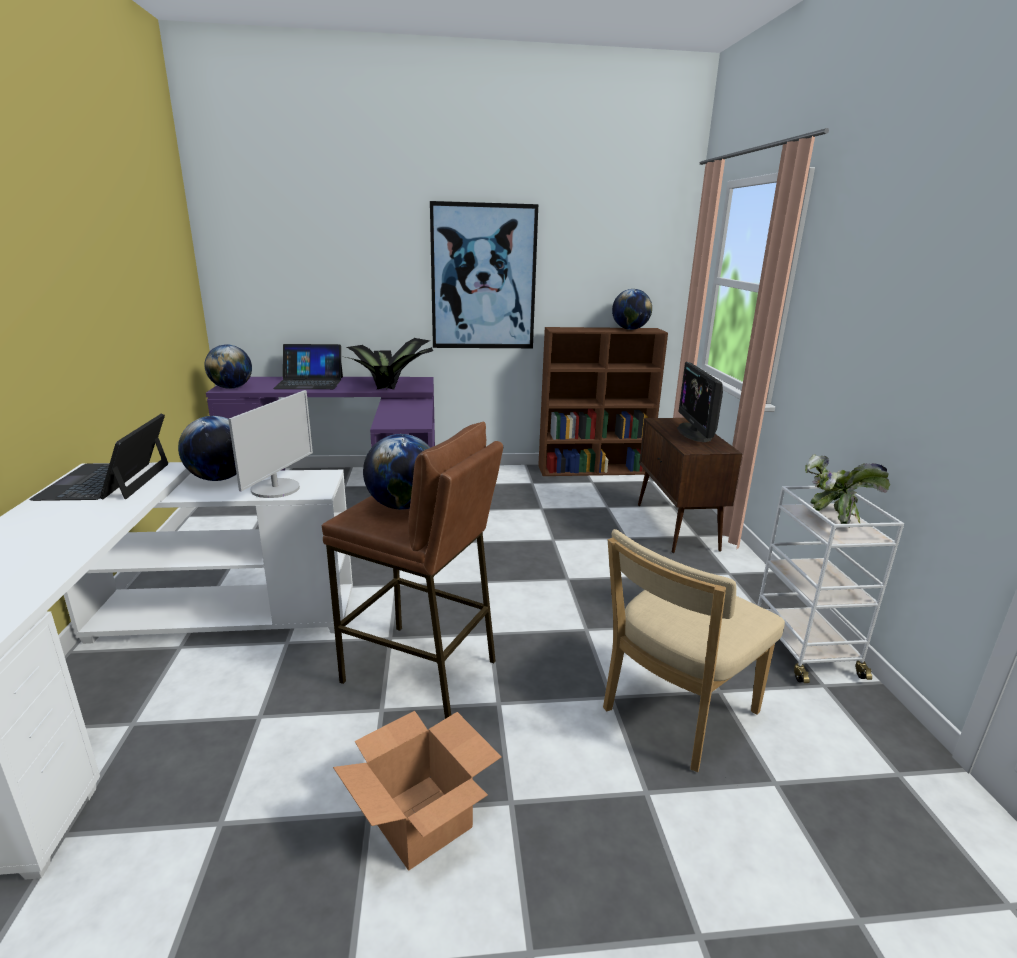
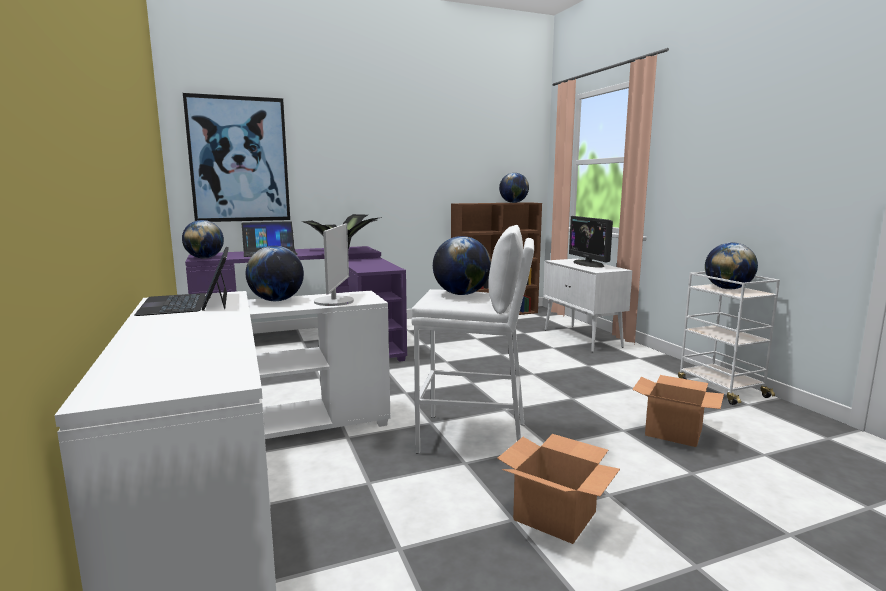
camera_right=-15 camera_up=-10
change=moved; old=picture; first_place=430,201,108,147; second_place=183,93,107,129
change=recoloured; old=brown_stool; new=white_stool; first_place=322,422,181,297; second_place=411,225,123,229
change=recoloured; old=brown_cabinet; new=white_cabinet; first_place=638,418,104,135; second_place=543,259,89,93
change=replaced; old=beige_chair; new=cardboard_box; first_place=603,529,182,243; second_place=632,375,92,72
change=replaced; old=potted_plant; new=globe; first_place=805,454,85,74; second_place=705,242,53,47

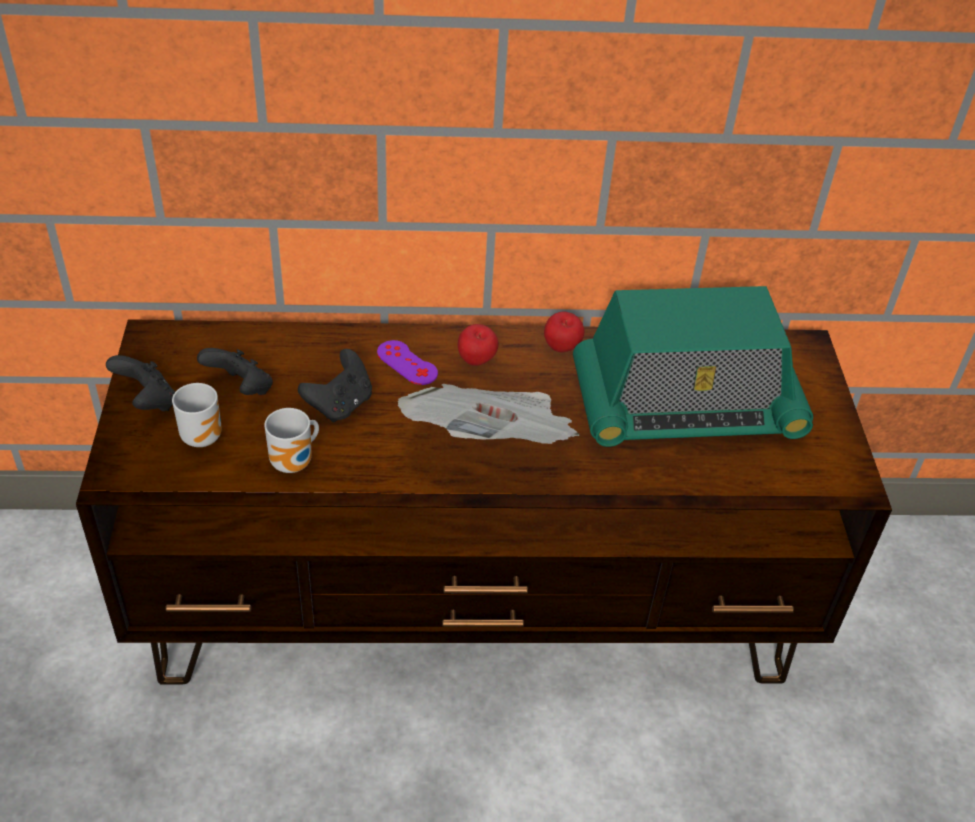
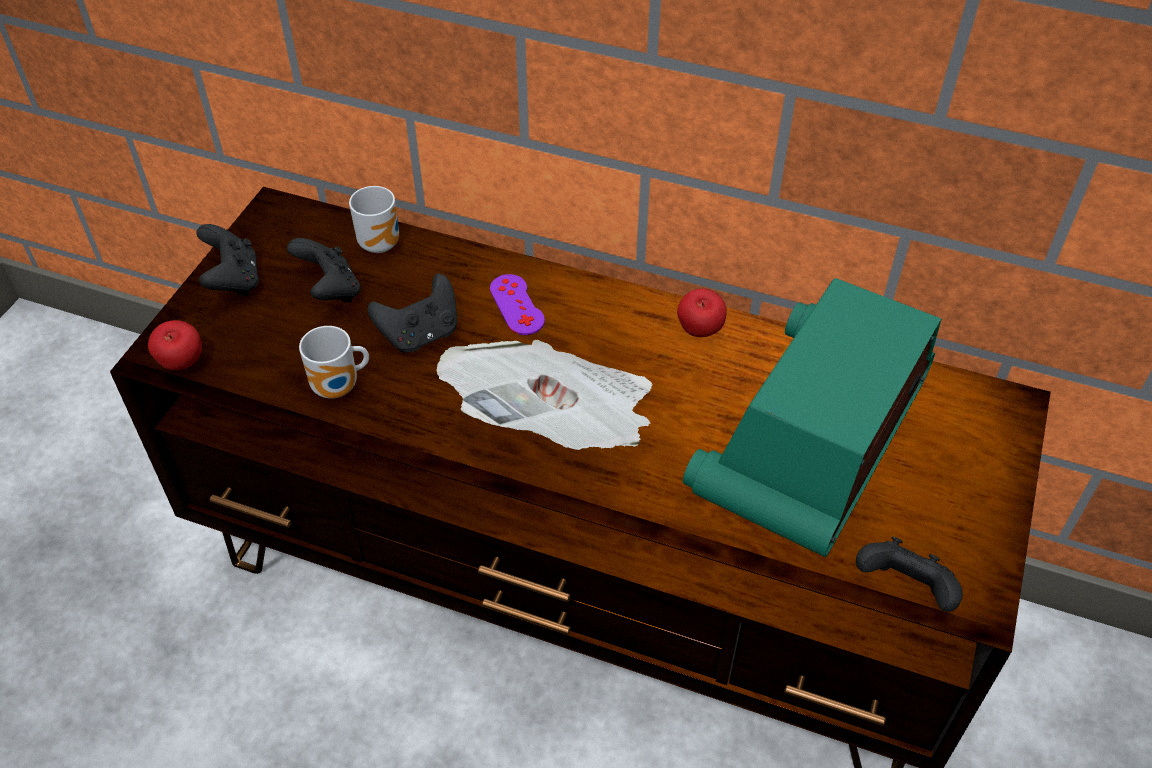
camera_right=25 camera_up=5
change=moved; old=apple; first_place=458,324,40,42; second_place=148,320,54,50
change=moved; old=mug; first_place=172,383,50,64; second_place=349,186,50,67
change=turned; old=radio; first_place=573,286,240,161; second_place=683,278,259,279; degrees=105
change=added; new=black_game_controller; second_place=856,537,107,75

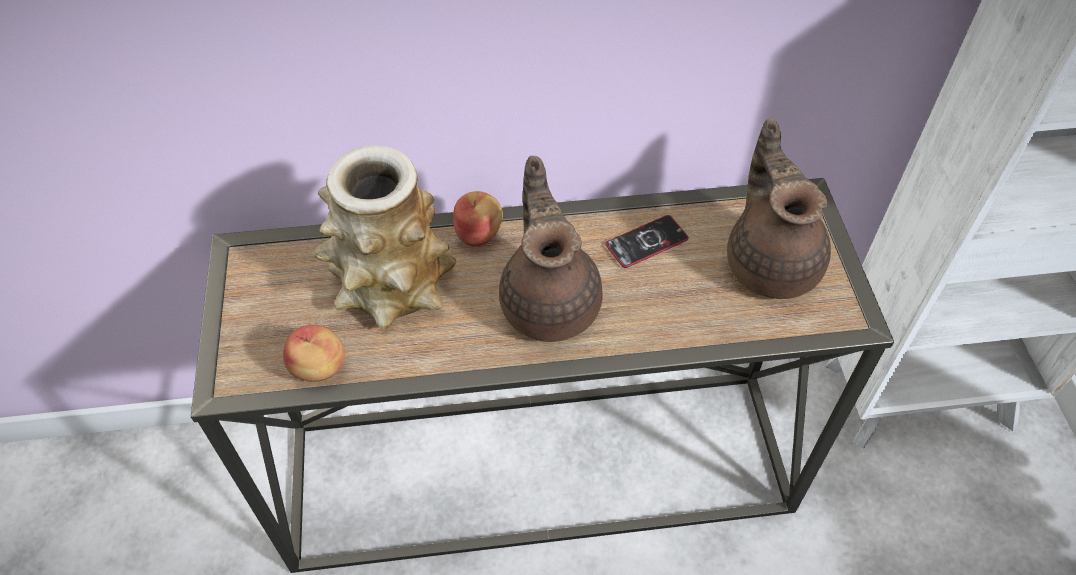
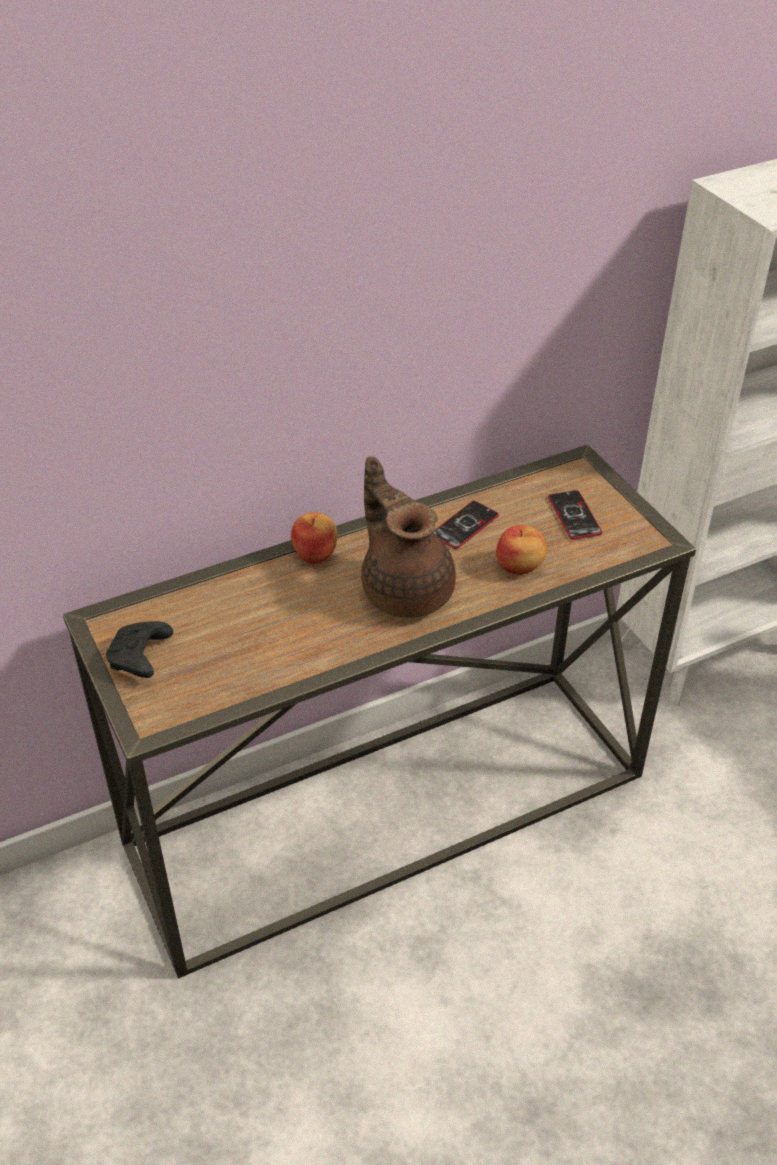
camera_right=-20 camera_up=-10
change=added; new=black_game_controller; second_place=106,621,67,57
change=moved; old=apple; first_place=283,325,62,57; second_place=496,525,51,50
change=replaced; old=brown_teapot; new=phone; first_place=727,119,104,180; second_place=548,490,54,50
change=removed; old=vase; first_place=314,145,142,184

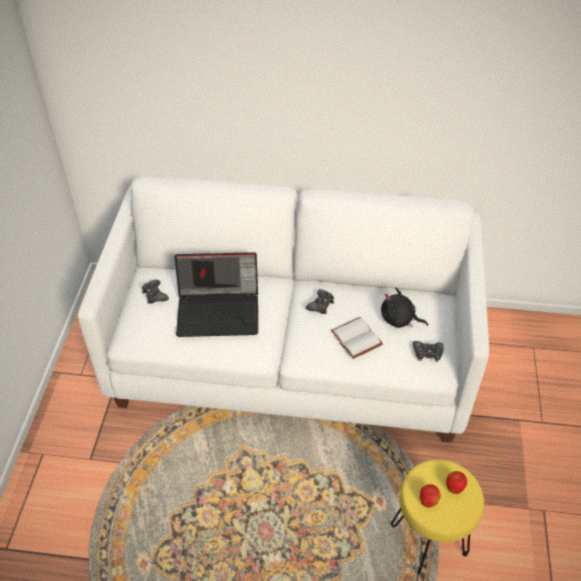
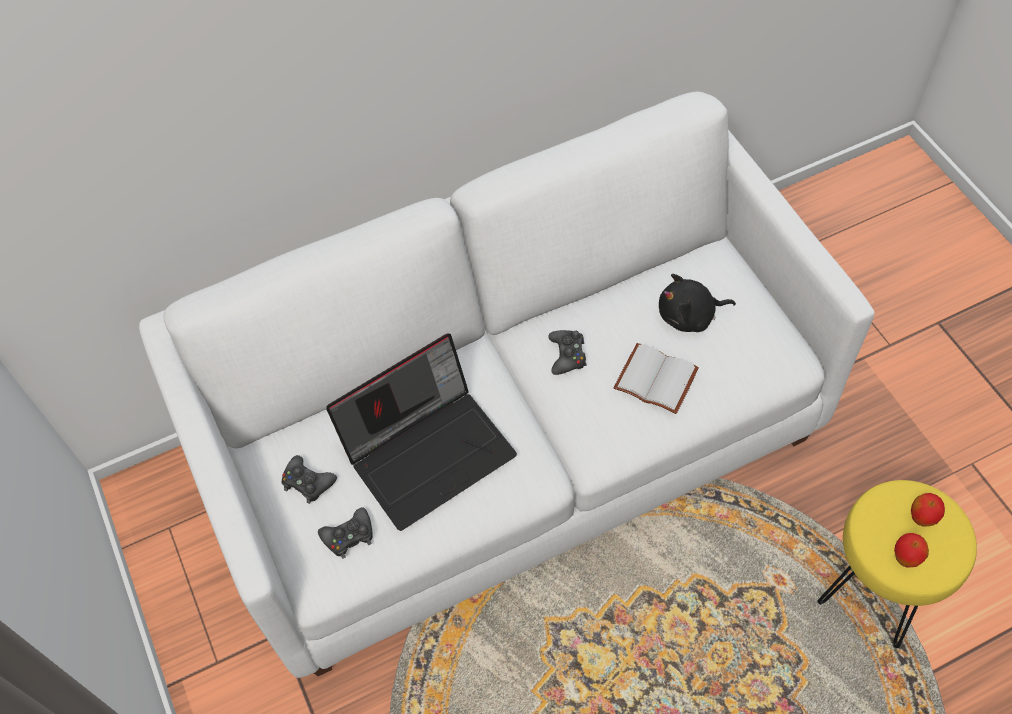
camera_right=-30 camera_up=10
change=moved; old=black_game_controller; first_place=413,341,31,21; second_place=318,507,55,52

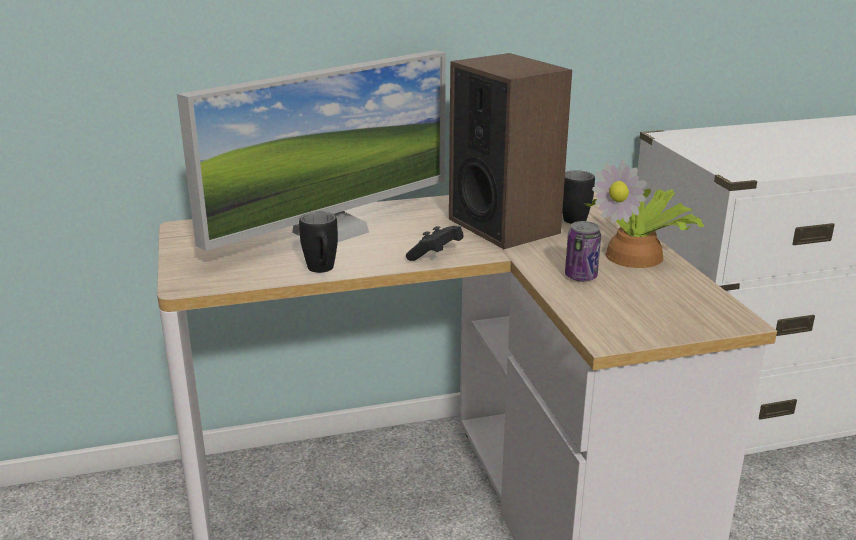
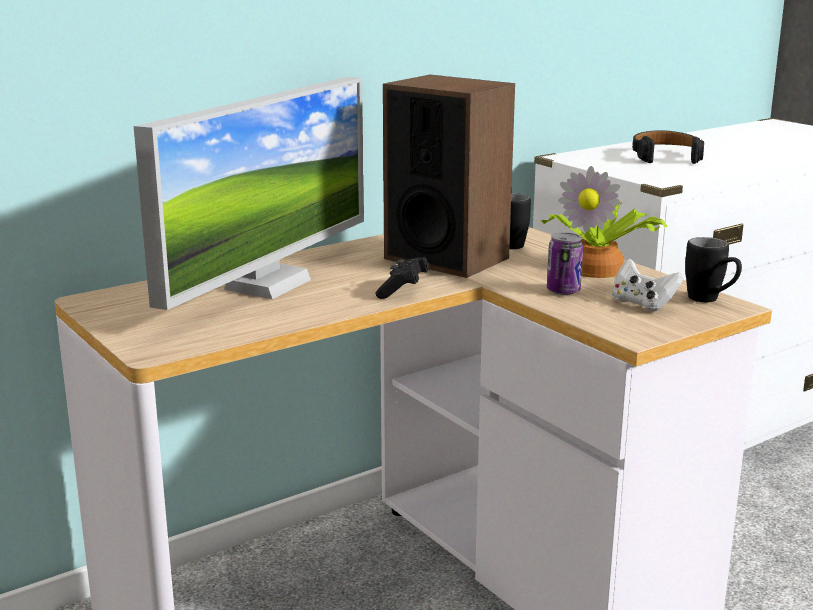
camera_right=-20 camera_up=-5
change=added; new=white_game_controller; second_place=612,259,71,53
change=added; new=black_headphones; second_place=632,130,72,34
change=moved; old=black_mug; first_place=299,212,39,61; second_place=685,237,57,65

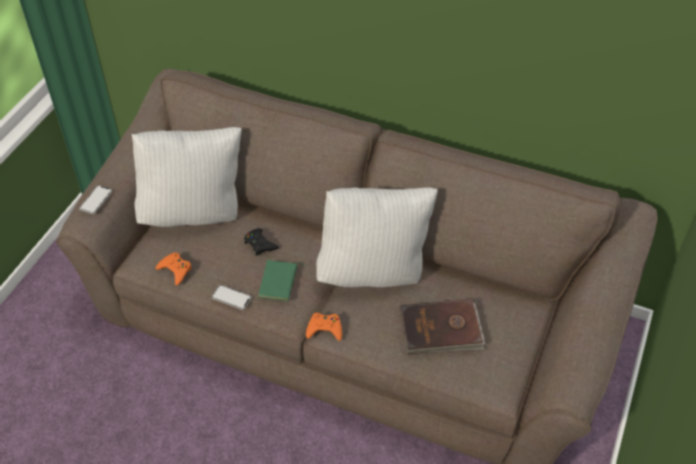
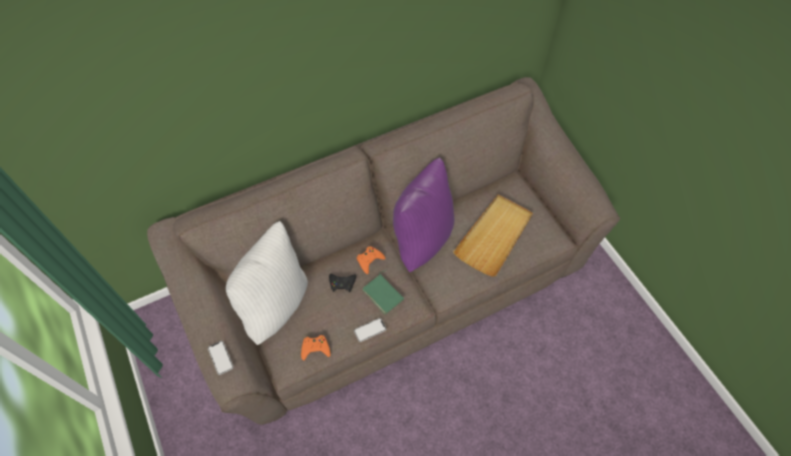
camera_right=-50 camera_up=10
change=moved; old=orange_game_controller; first_place=306,313,36,28; second_place=357,246,28,28
change=recoloured; old=white_pillow; new=purple_pillow; first_place=316,187,122,100; second_place=393,157,61,115
change=replaced; old=brown_book; new=beige_tray; first_place=400,299,85,55; second_place=453,195,80,82

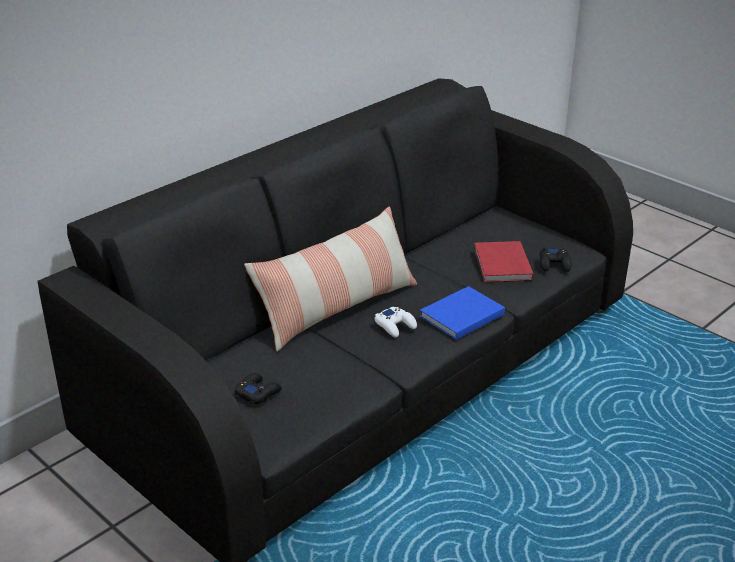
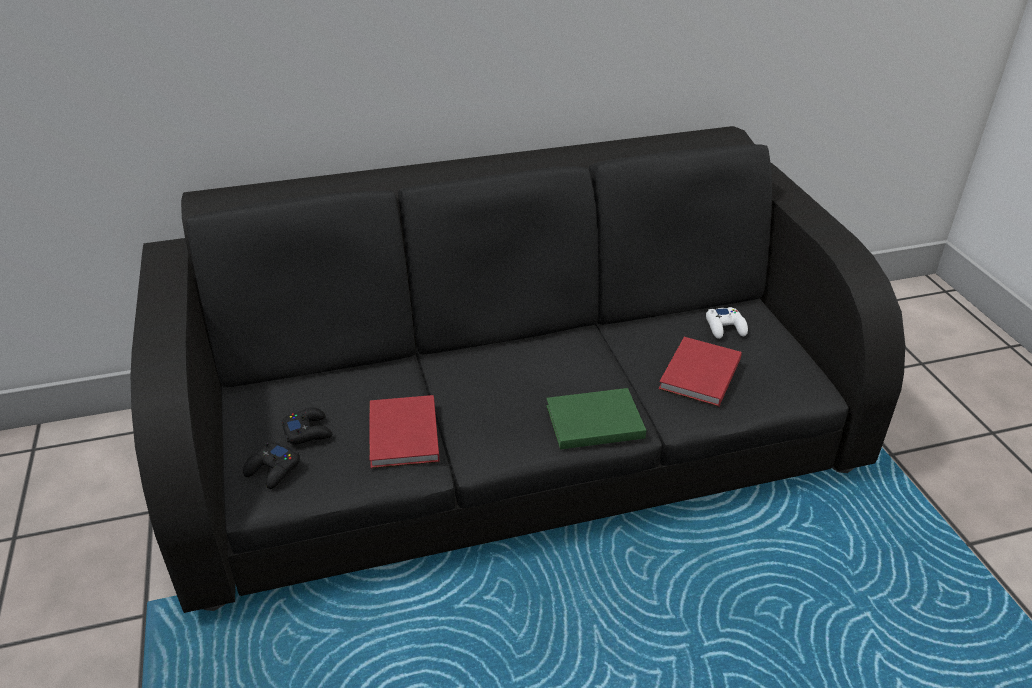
camera_right=30 camera_up=5
change=moved; old=black_game_controller; first_place=540,247,32,25; second_place=243,442,57,47
change=added; new=red_book; second_place=369,395,71,73
change=recoloured; old=blue_book; new=green_book; first_place=420,286,85,54; second_place=546,388,100,61
change=moved; old=white_game_controller; first_place=375,307,42,30; second_place=706,307,42,32
change=removed; old=pillow; first_place=244,206,173,145

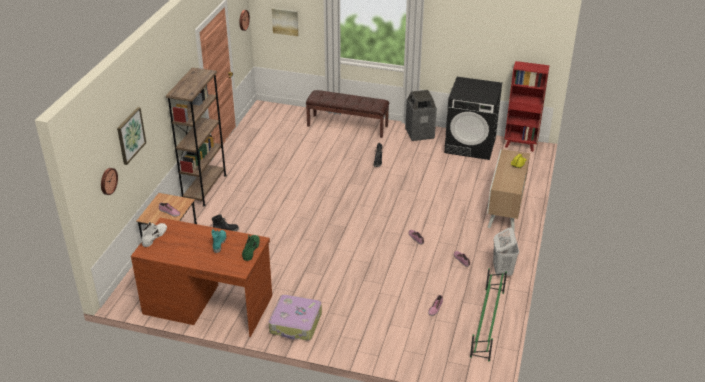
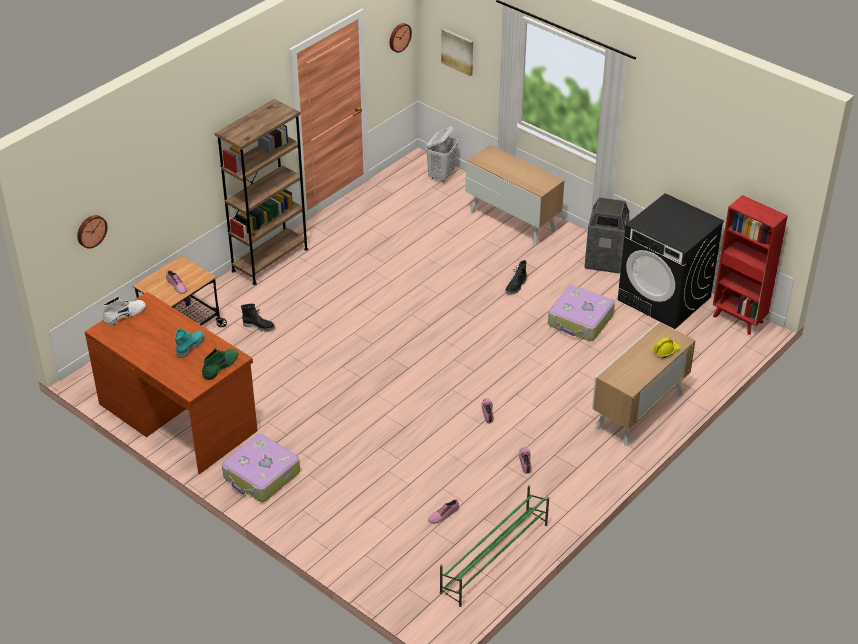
camera_right=25 camera_up=5
change=moved; old=white_laundry_basket; first_place=493,228,26,48; second_place=426,126,32,56
change=replaced; old=brown_bench; new=cabinet; first_place=306,90,83,48; second_place=465,145,99,100
change=added; new=suitcase; second_place=548,285,67,56
change=removed; old=picture; first_place=117,107,29,58

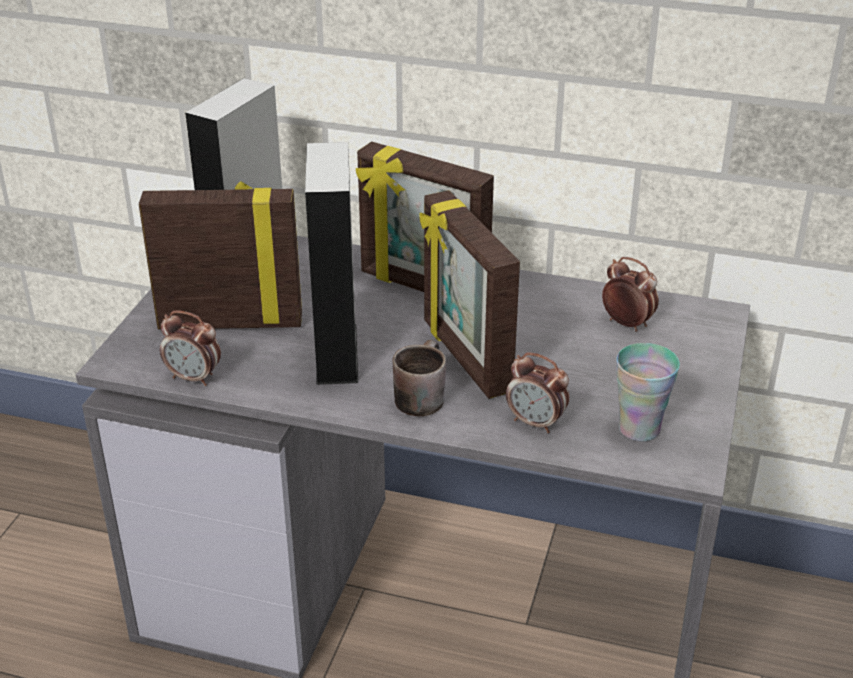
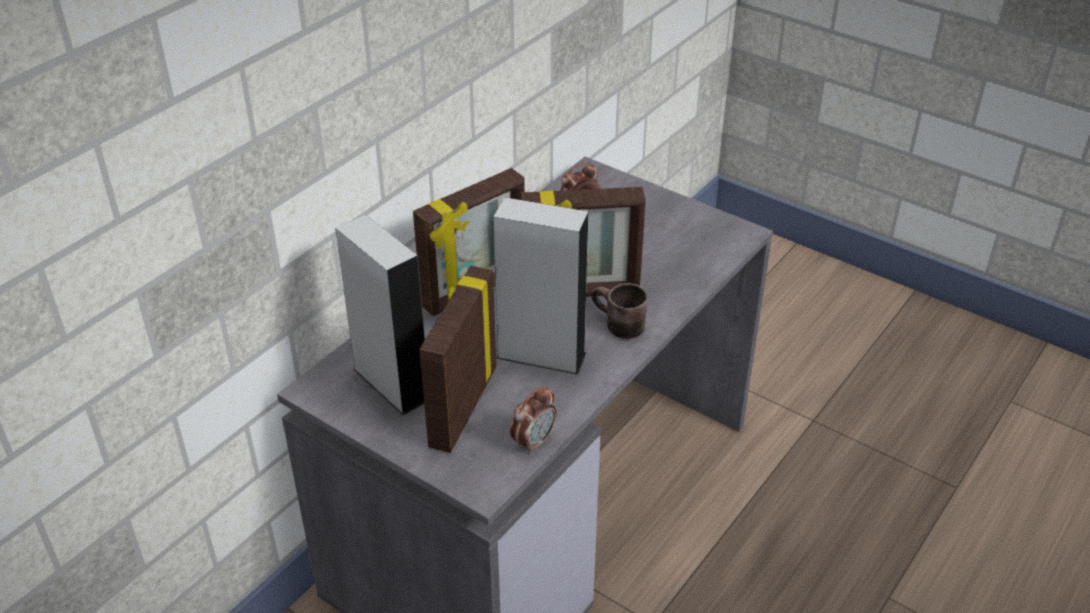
camera_right=-70 camera_up=5
change=removed; old=alarm_clock; first_place=506,352,63,81
change=removed; old=cup; first_place=616,343,64,99

